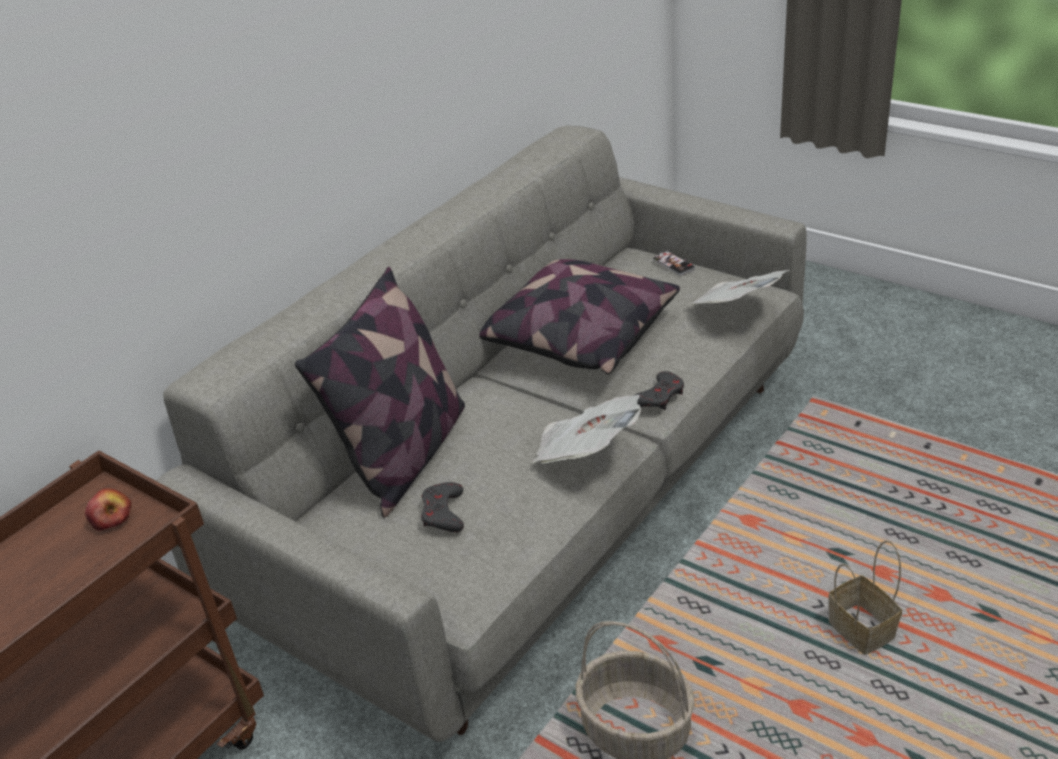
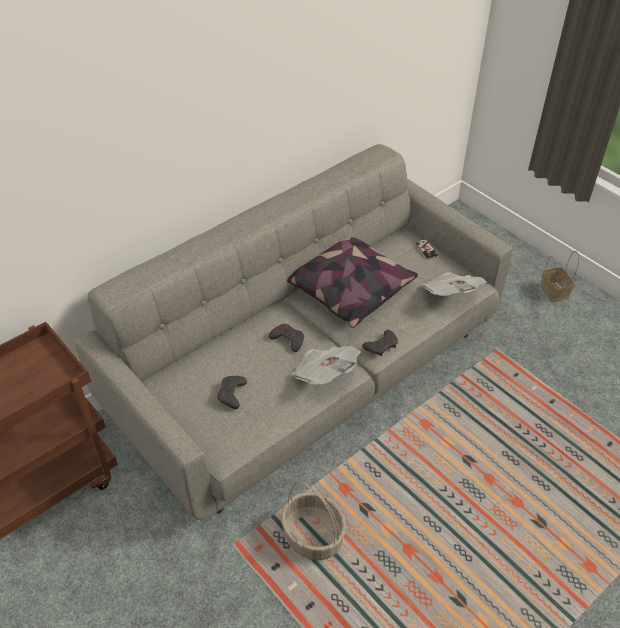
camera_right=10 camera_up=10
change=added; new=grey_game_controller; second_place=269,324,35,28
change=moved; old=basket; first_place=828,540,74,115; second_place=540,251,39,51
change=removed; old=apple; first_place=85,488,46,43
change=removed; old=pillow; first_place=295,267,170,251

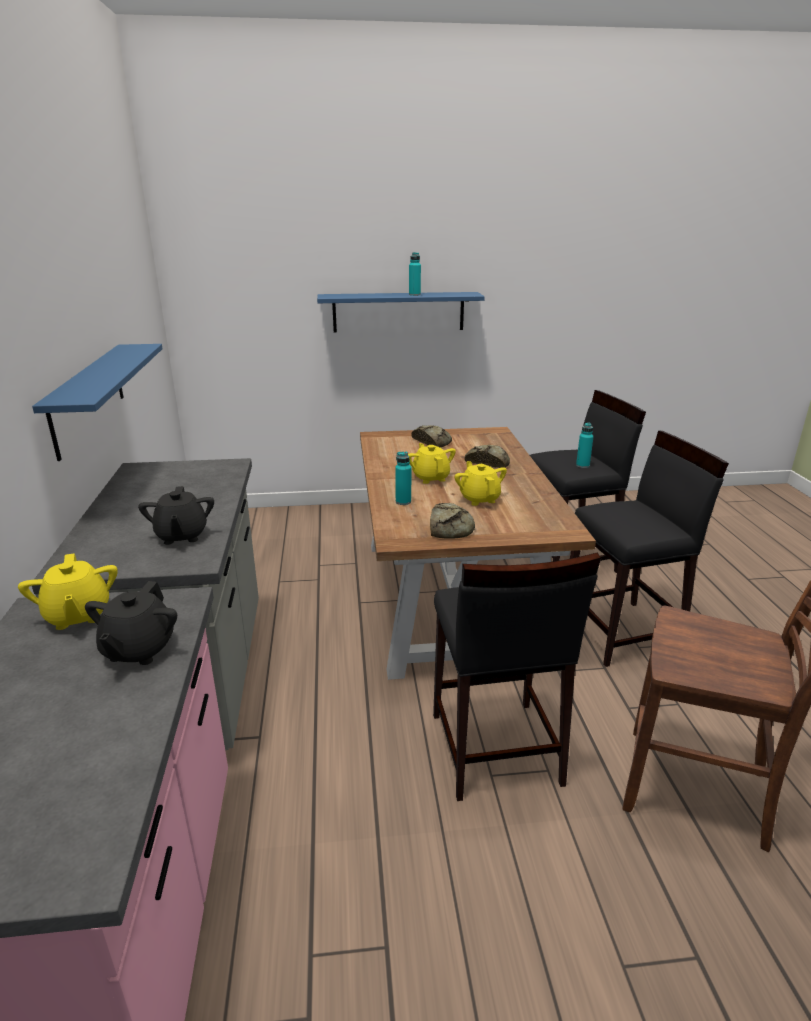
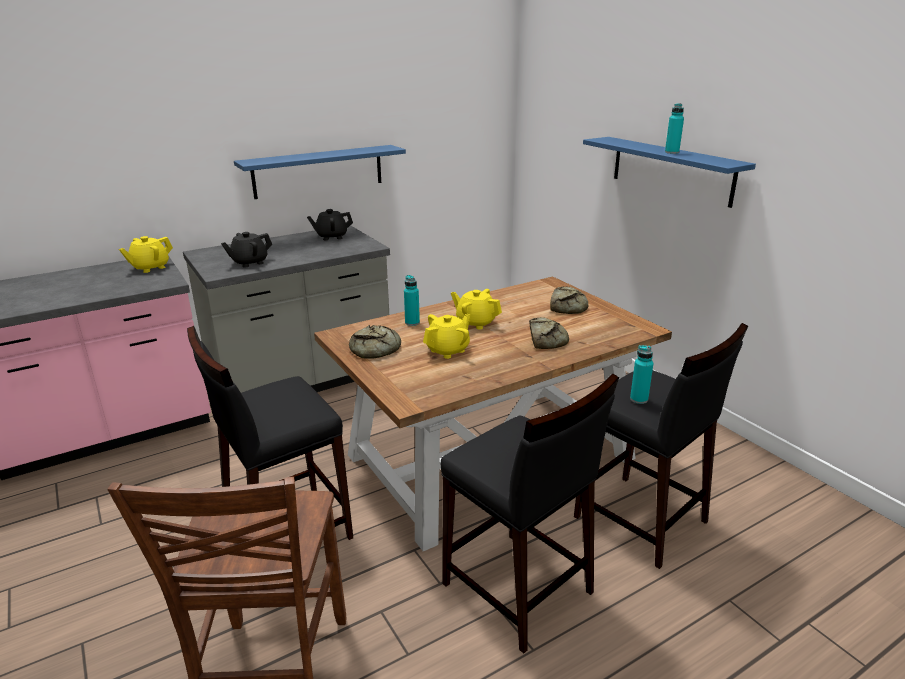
camera_right=65 camera_up=0
change=moved; old=black_teapot; first_place=85,581,92,84; second_place=307,209,46,31
change=turned; old=yellow_teapot; first_place=408,443,48,41; second_place=451,289,51,41; degrees=-105

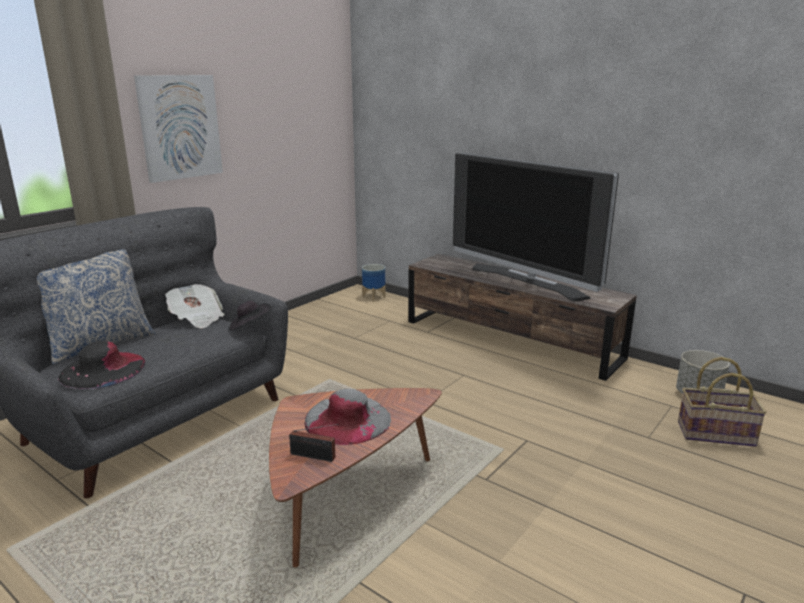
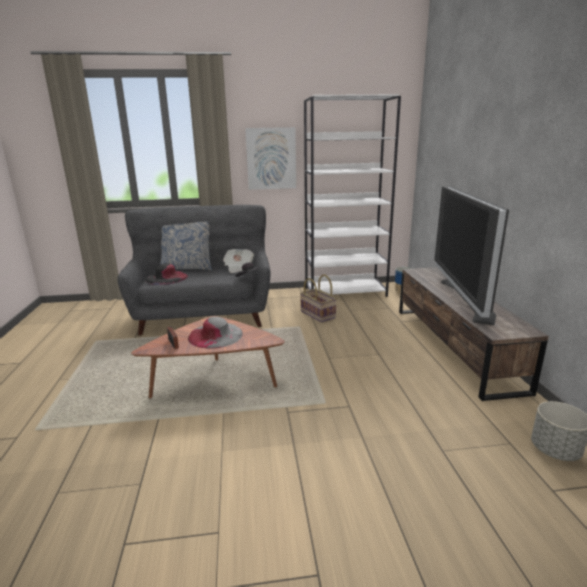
camera_right=45 camera_up=0
change=moved; old=basket; first_place=678,357,88,90; second_place=300,274,37,48
change=added; new=white_bookcase; second_place=304,94,97,203

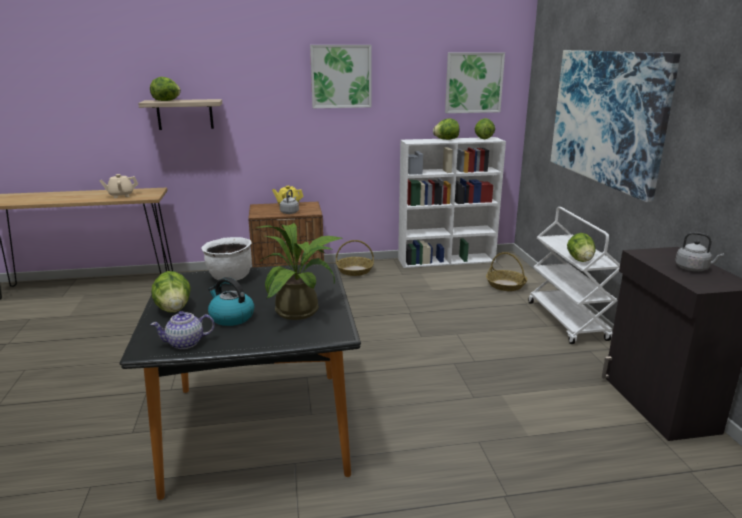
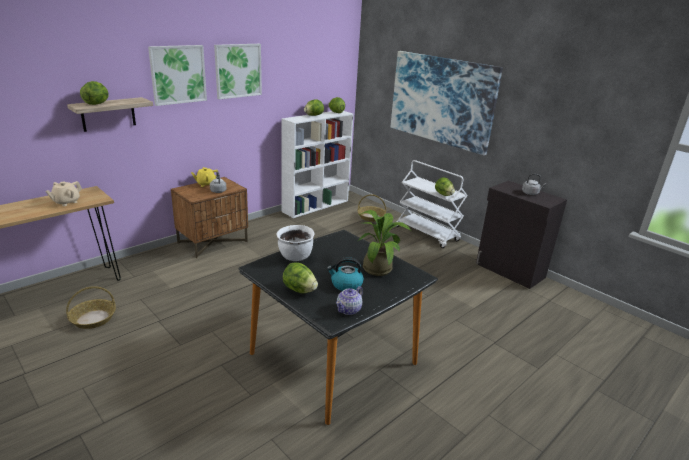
camera_right=-35 camera_up=5
change=moved; old=basket; first_place=336,240,38,36; second_place=66,286,50,43
change=moved; old=picture; first_place=445,52,60,61; second_place=148,45,59,61

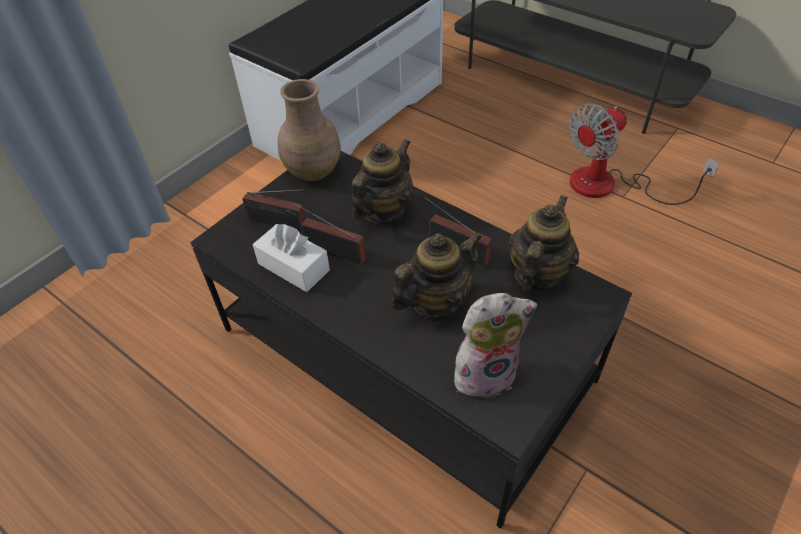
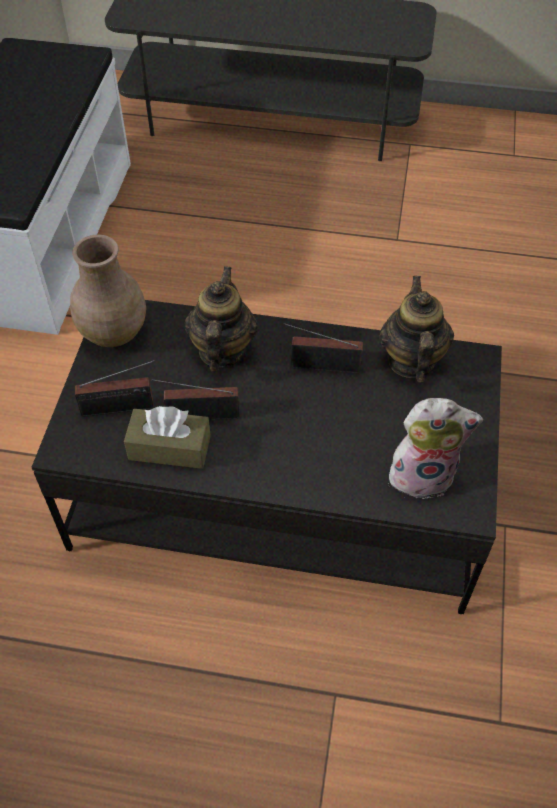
camera_right=-30 camera_up=5
change=recoloured; old=white_tissue_box; new=brown_tissue_box; first_place=253,224,77,68; second_place=124,406,87,63
change=turned; old=plush_toy; first_place=454,293,83,105; second_place=386,398,97,101; degrees=45
change=removed; old=teapot; first_place=391,232,92,87
change=removed; old=fan; first_place=569,103,151,102

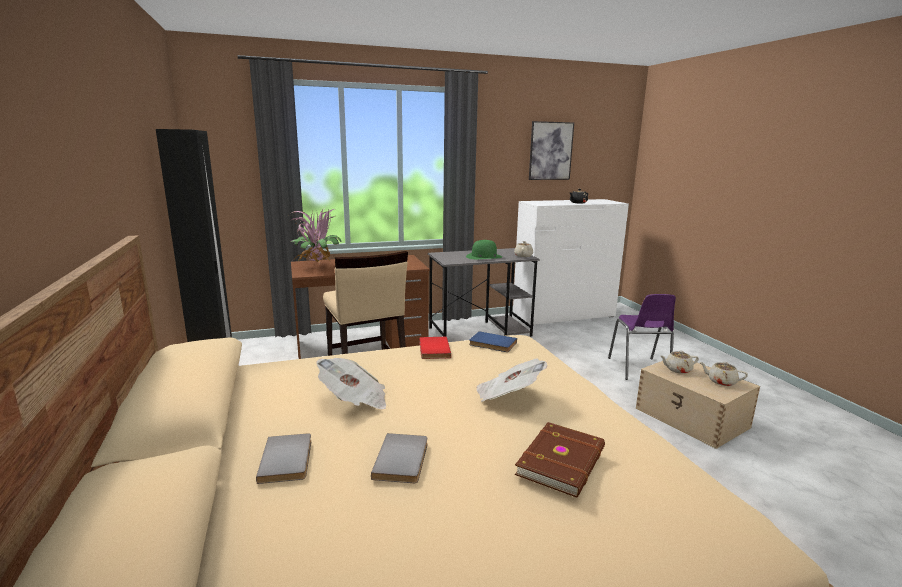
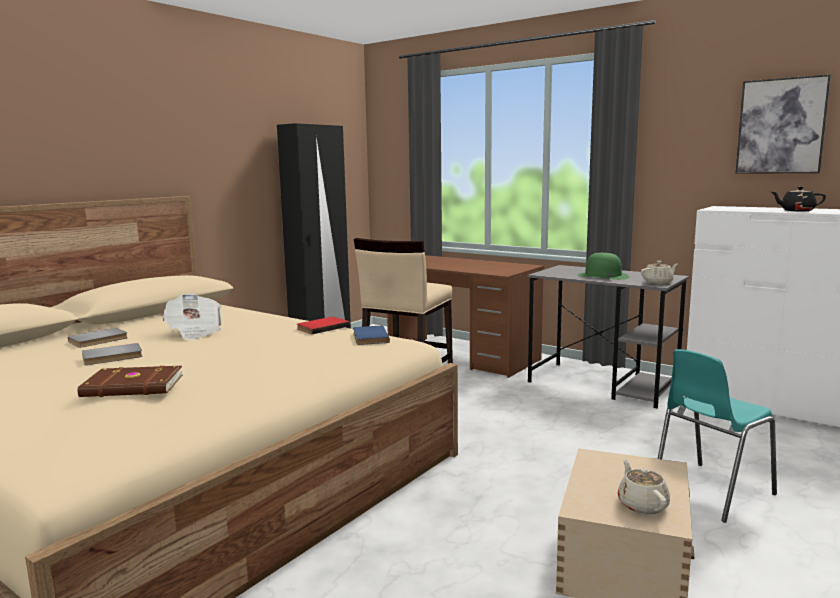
camera_right=55 camera_up=-5
change=recoloured; old=purple_chair; new=turquoise_chair; first_place=608,294,68,86; second_place=658,349,119,174
change=removed; old=potted_plant; first_place=289,206,53,57
change=removed; old=newspaper; first_place=476,358,71,44
change=removed; old=beige_teapot; first_place=661,350,38,24

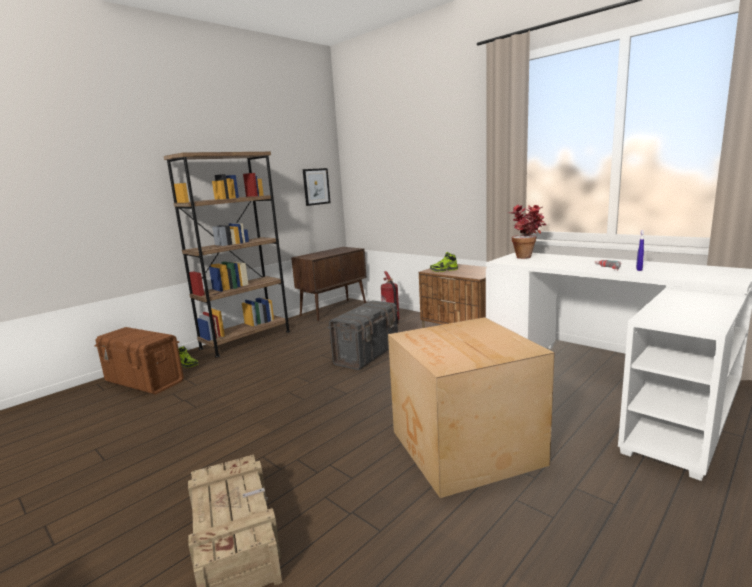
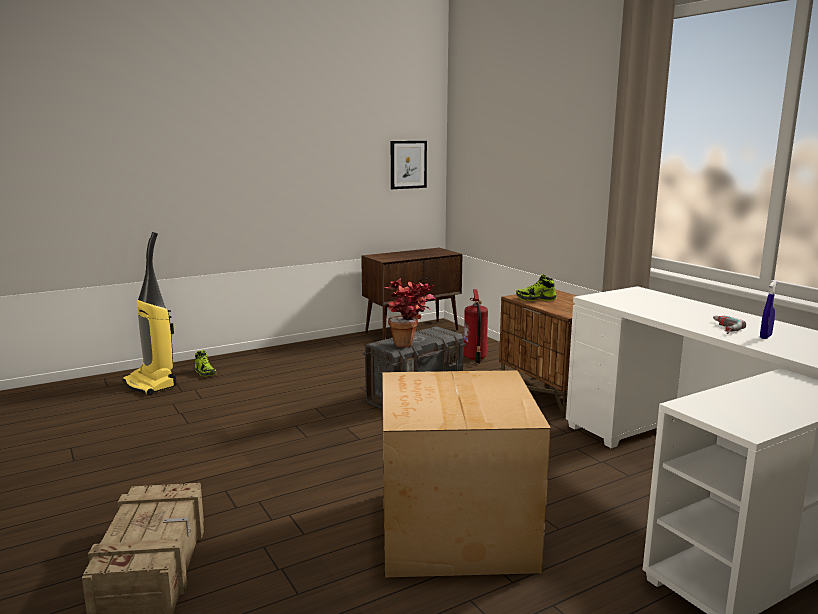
camera_right=15 camera_up=0
change=replaced; old=brown_storage_box; new=vacuum_cleaner; first_place=94,327,90,68; second_place=123,232,54,163
change=moved; old=potted_plant; first_place=508,205,38,54; second_place=384,278,52,70
change=removed; old=brown_bookcase; first_place=164,152,126,206

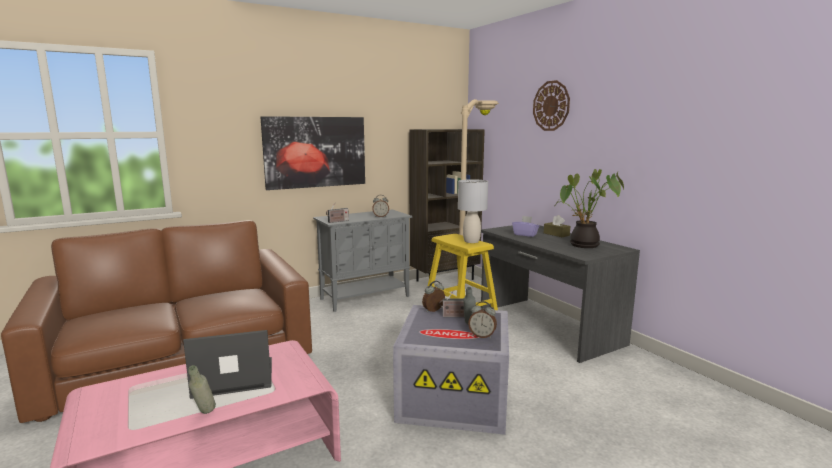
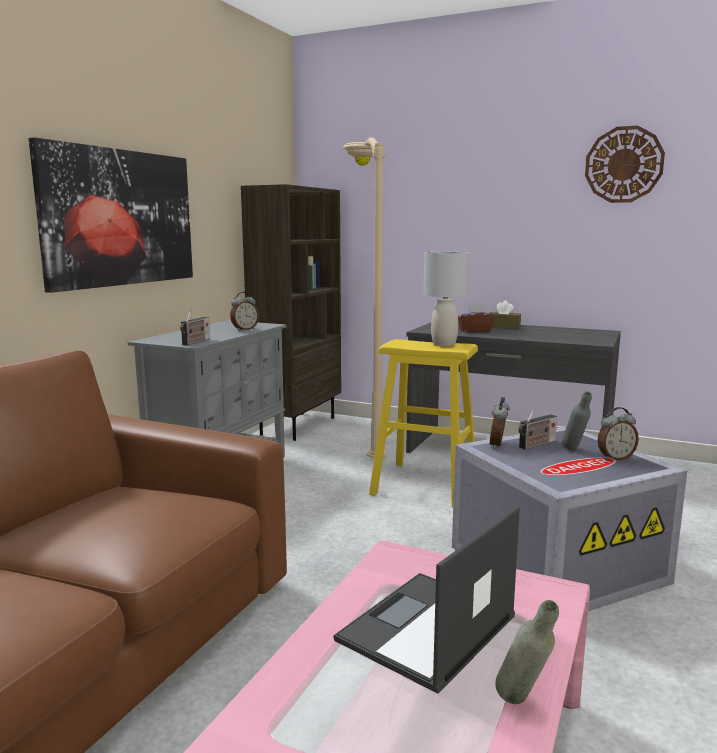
camera_right=-35 camera_up=0
change=recoloured; old=purple_tissue_box; new=brown_tissue_box; first_place=512,216,27,21; second_place=458,305,37,28
change=moved; old=wall_clock; first_place=533,80,37,51; second_place=585,126,80,77
change=removed; old=potted_plant; first_place=554,169,70,79

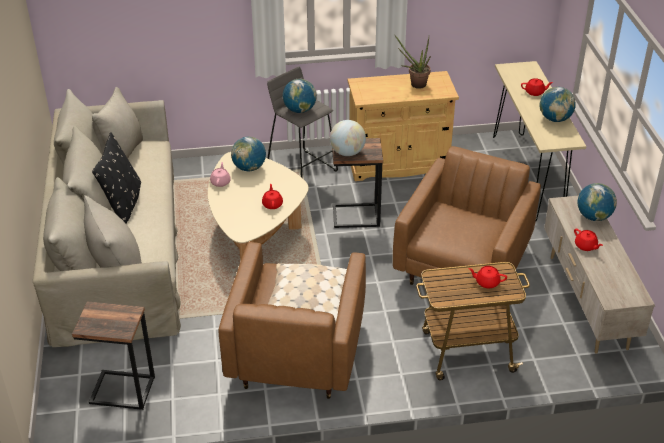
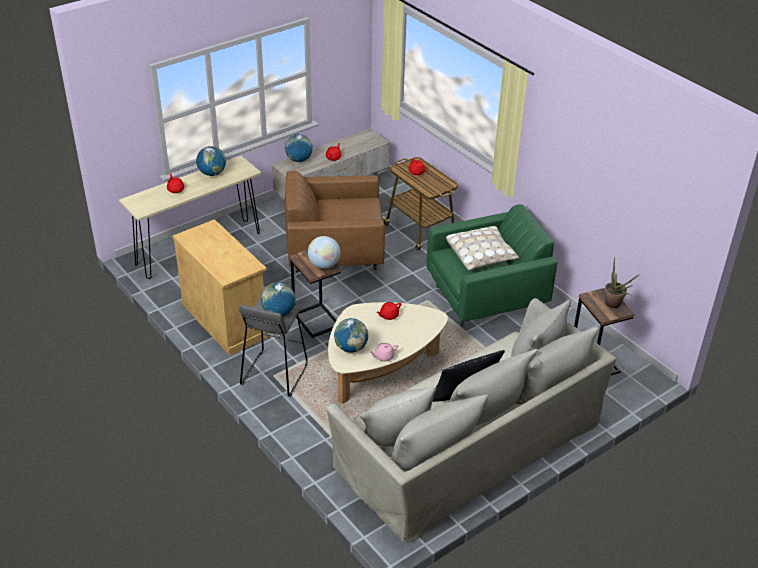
camera_right=-120 camera_up=0
change=recoloured; old=brown_armchair; new=green_armchair; first_place=218,242,148,157; second_place=426,204,131,122
change=moved; old=potted_plant; first_place=394,34,37,55; second_place=604,257,35,51

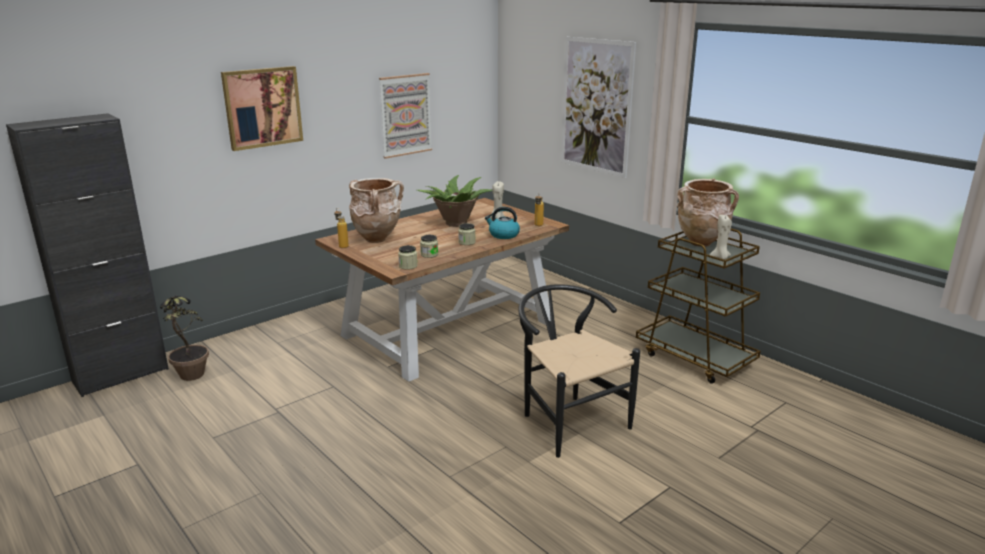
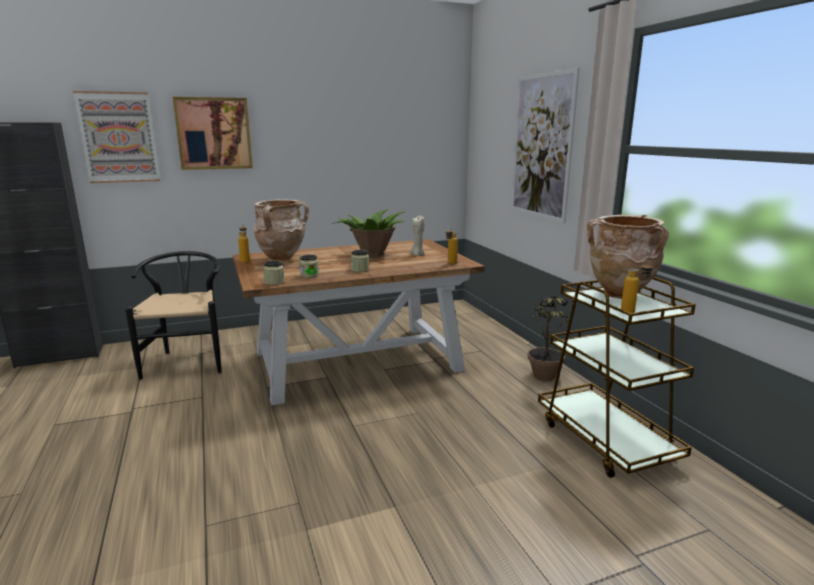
camera_right=20 camera_up=-5
change=moved; old=picture; first_place=379,73,53,86; second_place=73,91,87,92
change=moved; old=black_chair; first_place=518,284,122,174; second_place=125,251,96,129
change=moved; old=potted_plant; first_place=160,296,49,85; second_place=528,296,44,85
change=replaced; old=beige_candle; new=bottle; first_place=710,215,22,44; second_place=621,260,33,53
change=removed; old=kettle; first_place=485,207,35,32

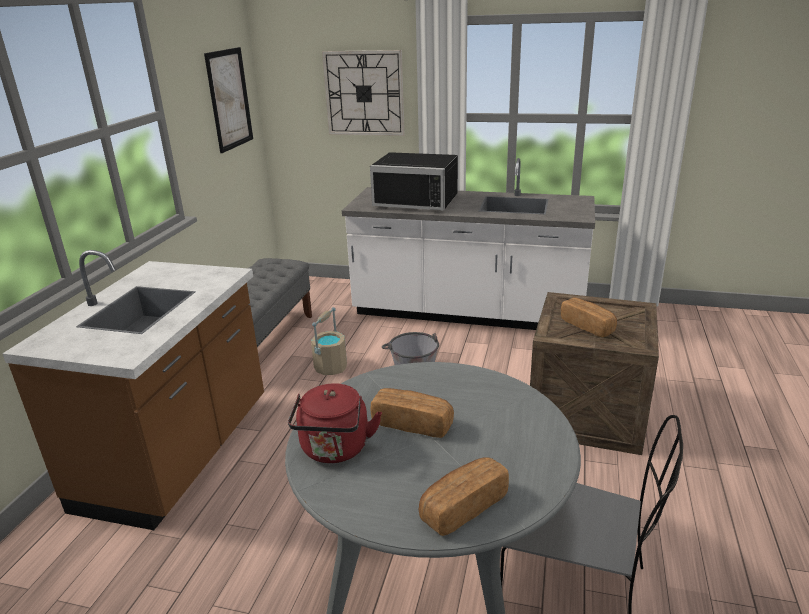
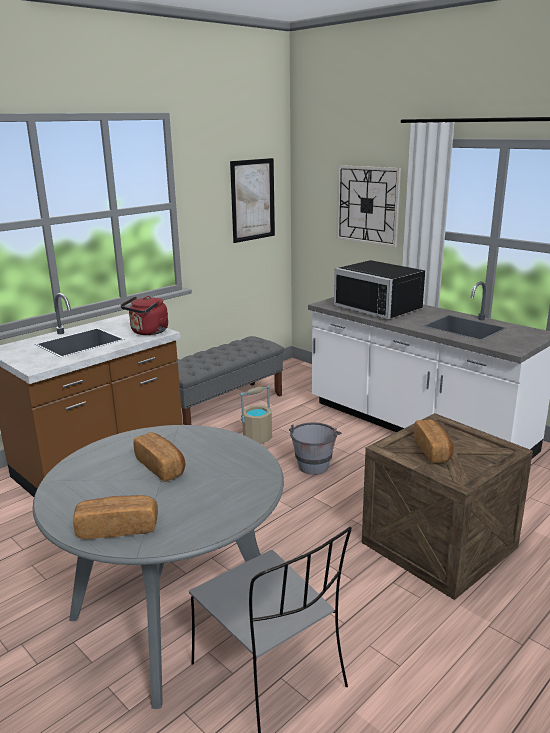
camera_right=30 camera_up=-5
change=moved; old=red_kettle; first_place=288,383,94,80; second_place=121,296,47,39

